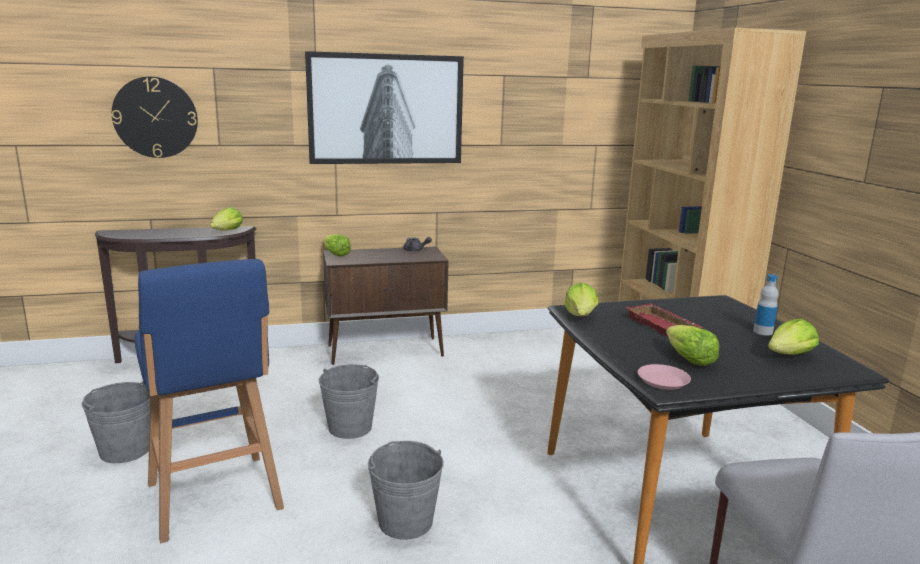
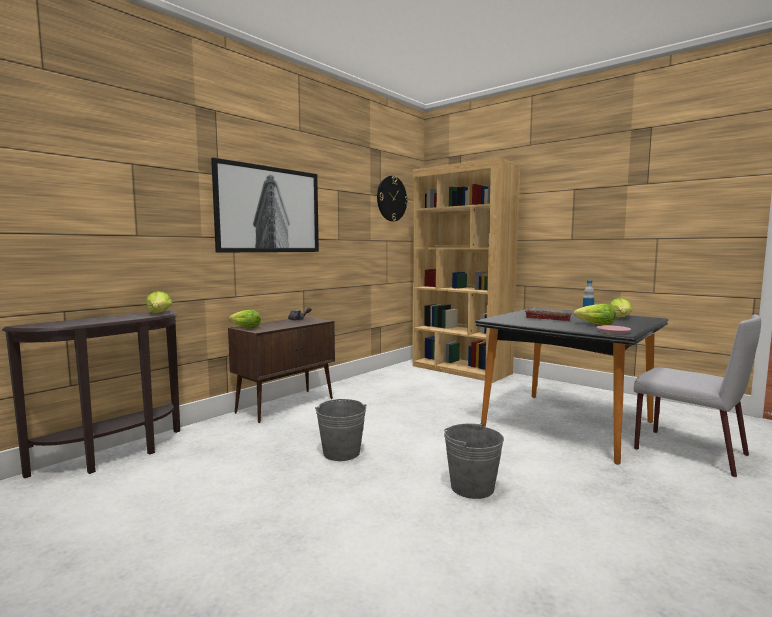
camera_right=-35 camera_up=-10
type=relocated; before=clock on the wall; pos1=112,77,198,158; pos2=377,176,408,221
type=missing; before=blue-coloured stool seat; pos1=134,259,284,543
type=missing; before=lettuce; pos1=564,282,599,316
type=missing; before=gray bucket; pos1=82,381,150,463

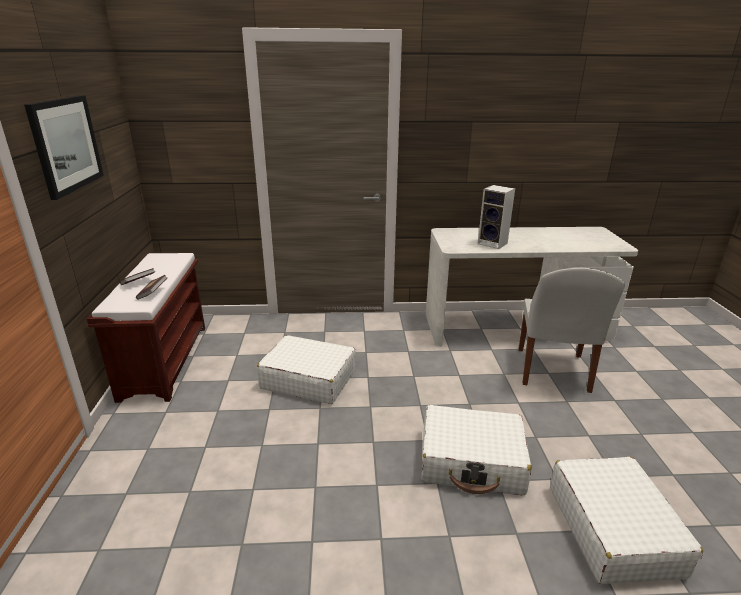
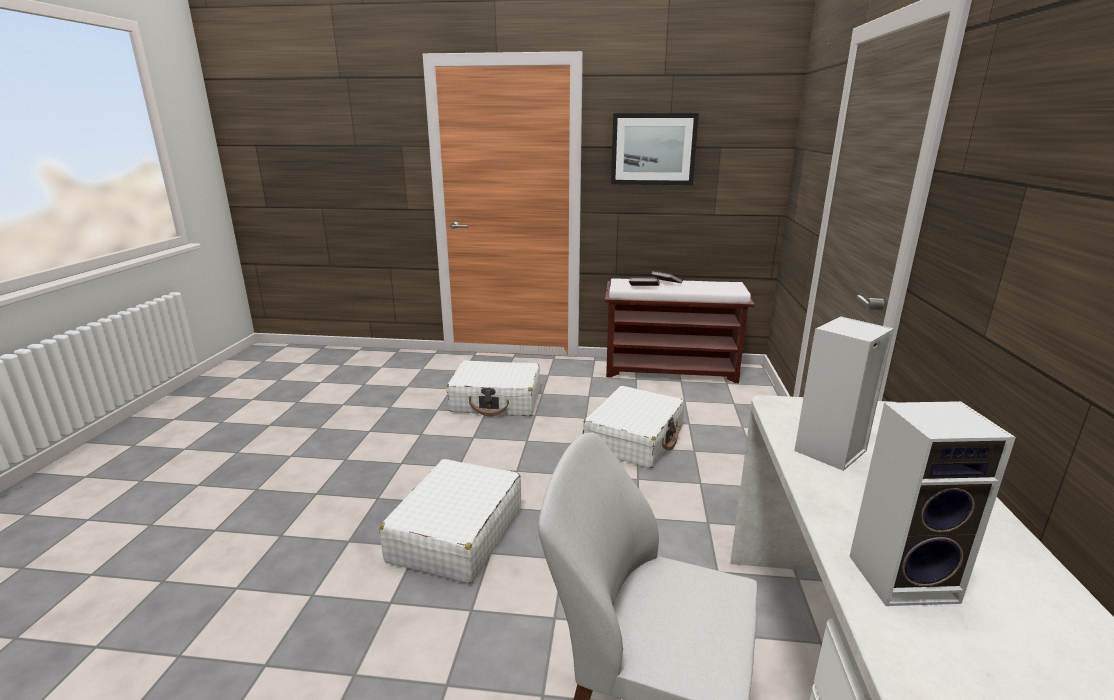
camera_right=100 camera_up=-5
type=relocated; before=whitish suitcase; pos1=550,457,703,584; pos2=447,360,540,417
type=appeared; after=audio speaker; pos2=849,401,1016,606

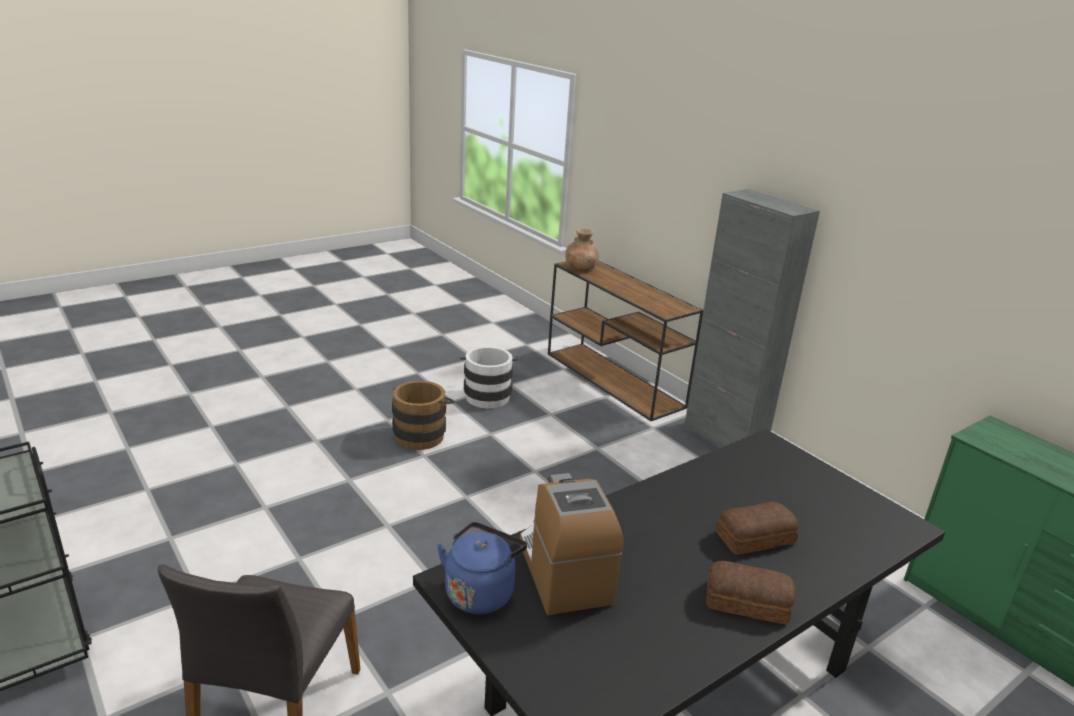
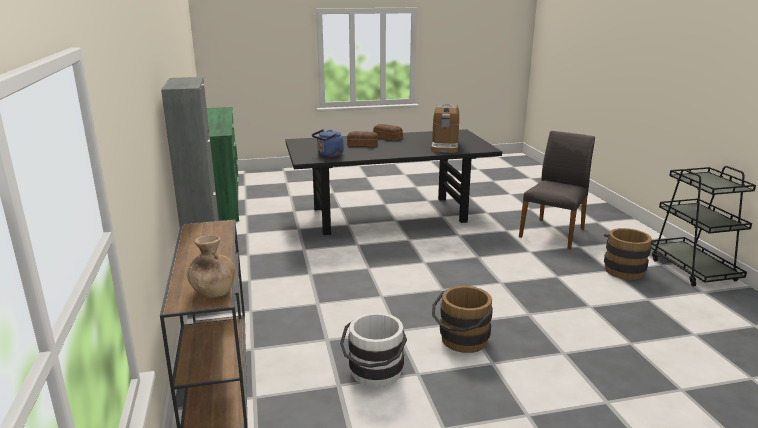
camera_right=-155 camera_up=-5
type=relocated; before=blue-coloured kettle; pos1=437,522,527,614; pos2=312,129,343,157
type=appeared; after=brown bucket; pos2=604,228,656,280

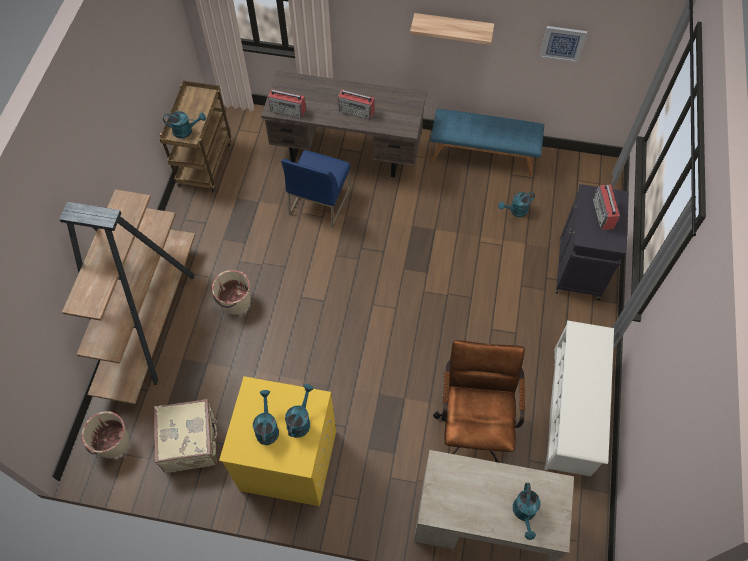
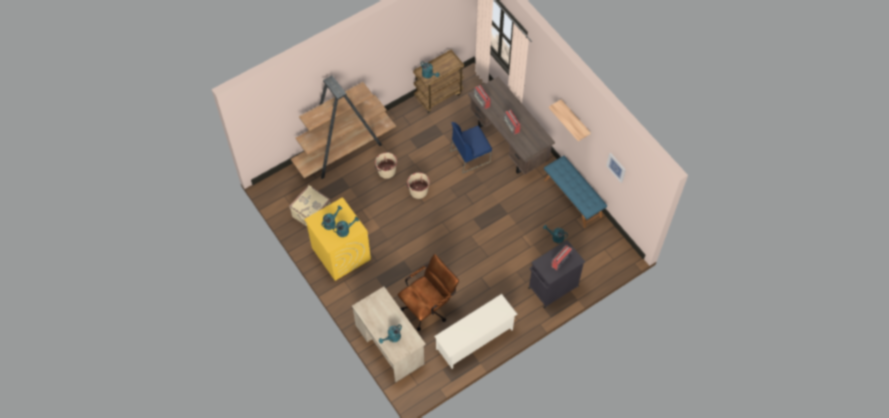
camera_right=45 camera_up=0
type=relocated; before=beige-coloured bucket; pos1=82,411,130,458; pos2=407,173,430,199

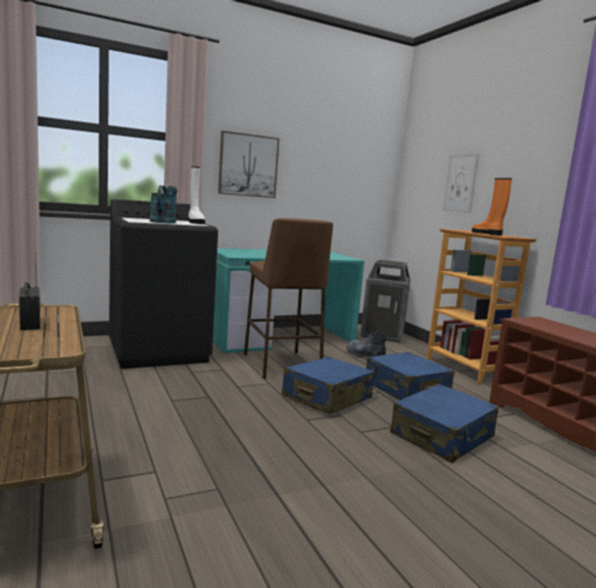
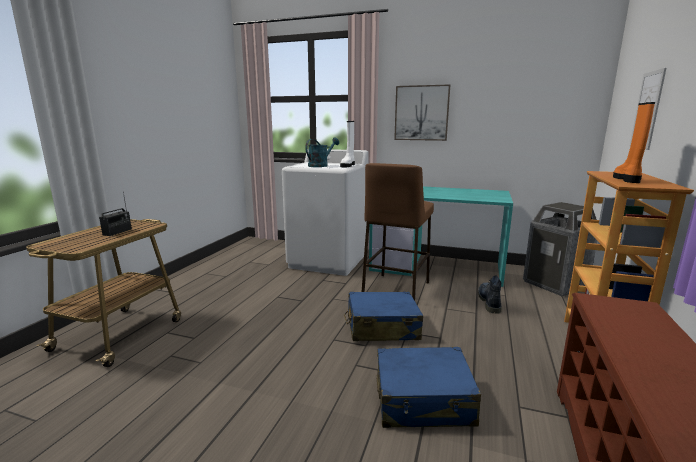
camera_right=45 camera_up=5
type=colour; before=black-coloured washing machine; after=whitish washing machine; pos1=109,199,218,369; pos2=282,149,369,276
type=missing; before=blue-coloured suitcase; pos1=366,352,454,400

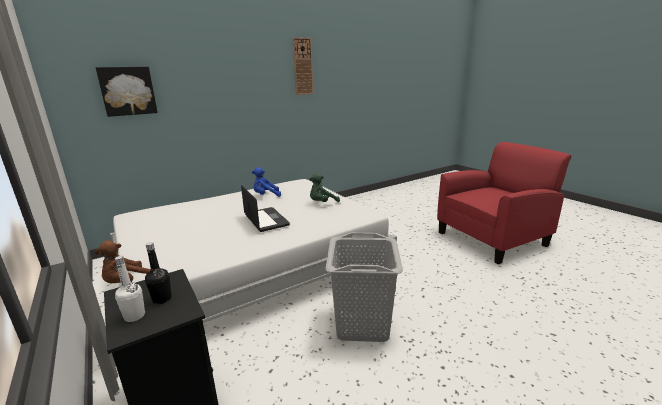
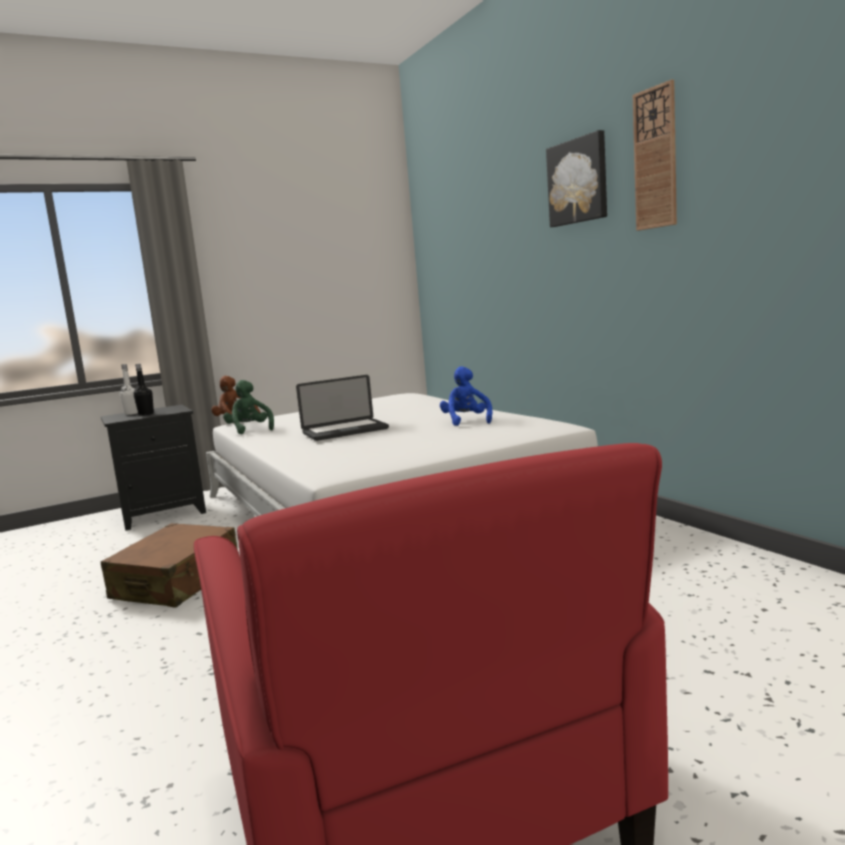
camera_right=95 camera_up=-10
type=relocated; before=picture; pos1=96,67,158,117; pos2=546,130,607,227
type=relocated; before=green plush toy; pos1=309,173,340,202; pos2=223,380,274,434
type=exchanged; before=gray laundry basket; after=brown suitcase; pos1=325,233,403,342; pos2=101,523,238,607

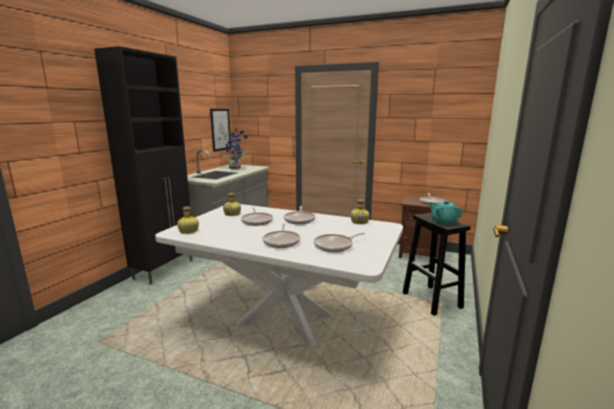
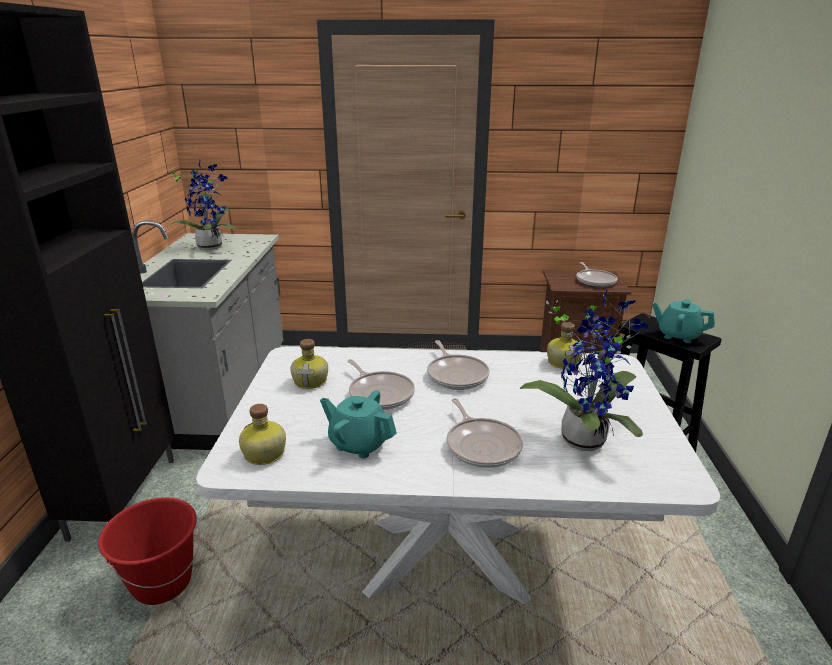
camera_right=-20 camera_up=10
type=missing; before=picture; pos1=210,109,231,152
type=exchanged; before=pan; after=houseplant; pos1=314,233,365,252; pos2=520,290,648,451
type=appeared; after=turquoise-coloured pot for tea; pos2=320,390,397,459
type=appeared; after=red bucket; pos2=98,497,200,605

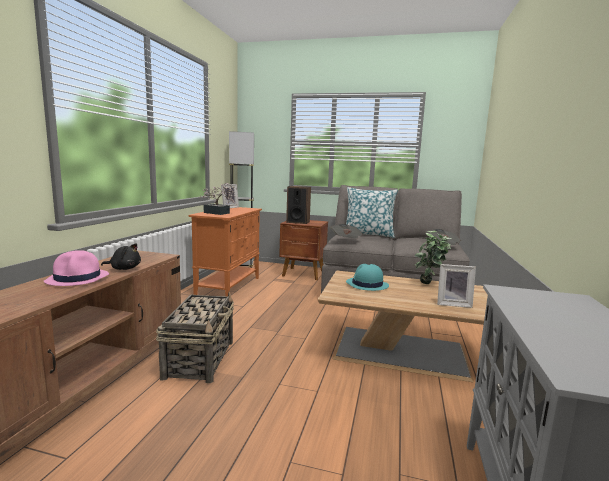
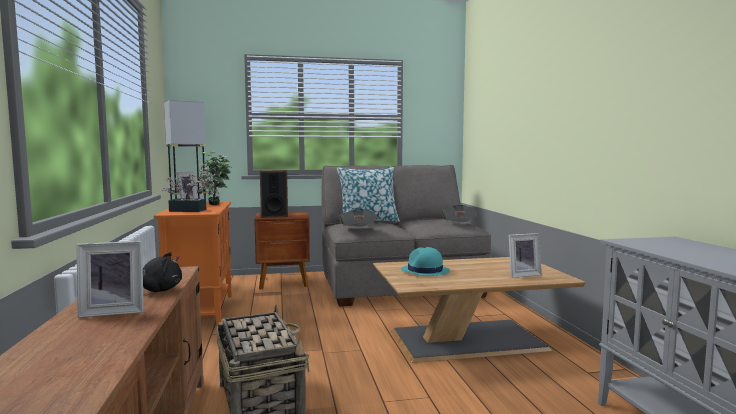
camera_right=-25 camera_up=-5
type=relocated; before=houseplant; pos1=414,231,452,284; pos2=198,152,232,205
type=exchanged; before=pink-coloured wearable hat; after=photo frame; pos1=44,250,109,286; pos2=76,241,144,318

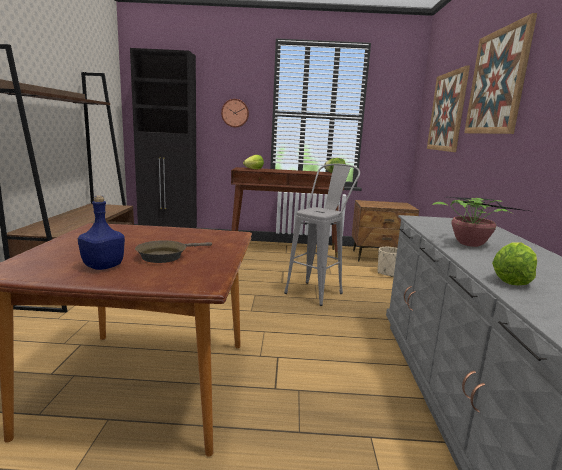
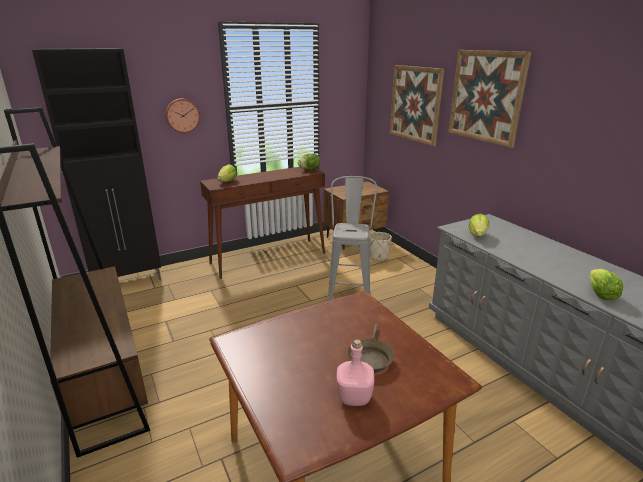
camera_right=-30 camera_up=10
type=colour; before=blue-coloured drink bottle; after=pink-coloured drink bottle; pos1=78,195,125,270; pos2=336,339,374,406
type=missing; before=houseplant; pos1=432,196,527,247
type=appeared; after=lettuce; pos2=468,214,489,237

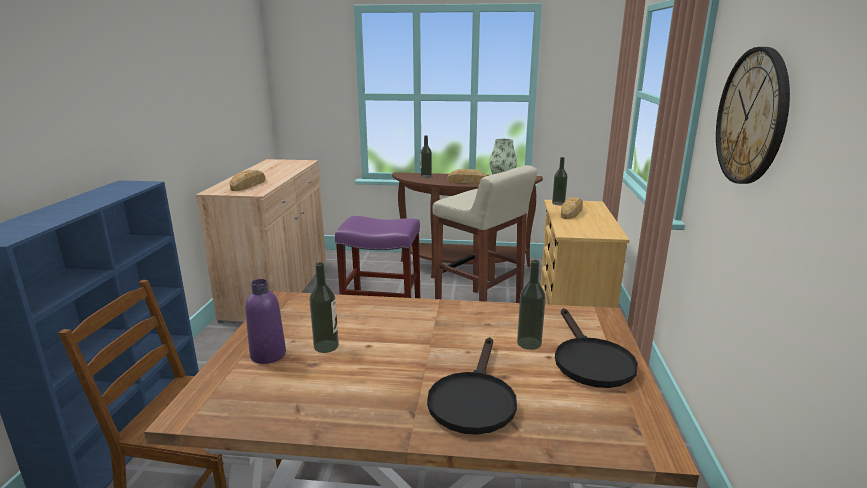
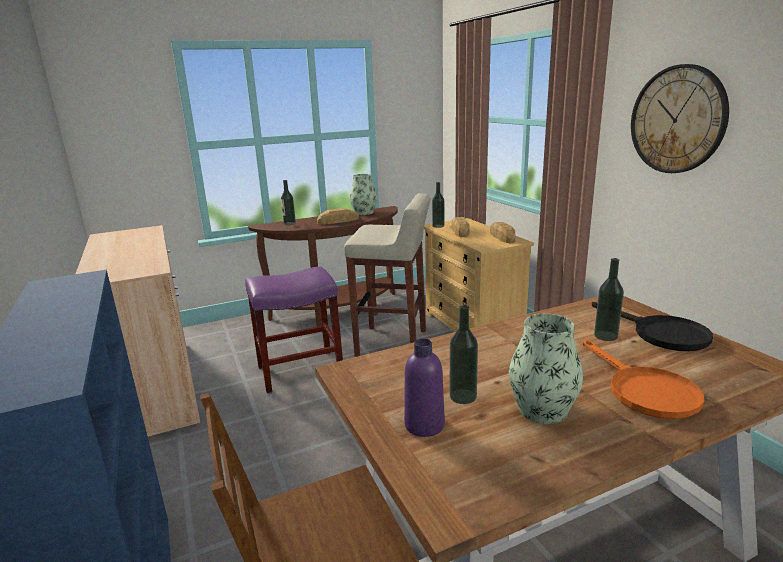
camera_right=-30 camera_up=0
type=relocated; before=bakery bread; pos1=230,170,265,191; pos2=490,222,515,243
type=colour; before=black-coloured pan; after=orangey pan; pos1=427,337,517,435; pos2=583,339,704,419
type=appeared; after=vase; pos2=509,313,583,424

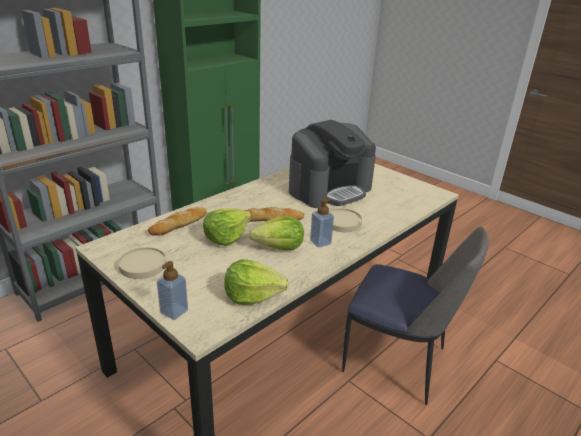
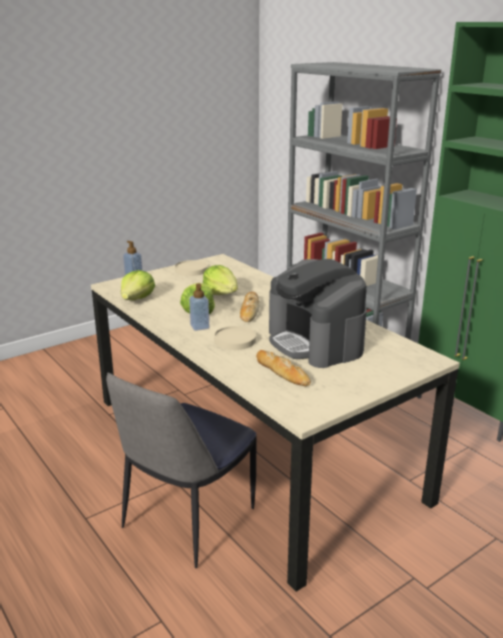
camera_right=100 camera_up=-5
type=relocated; before=bakery bread; pos1=148,207,207,236; pos2=256,350,311,386

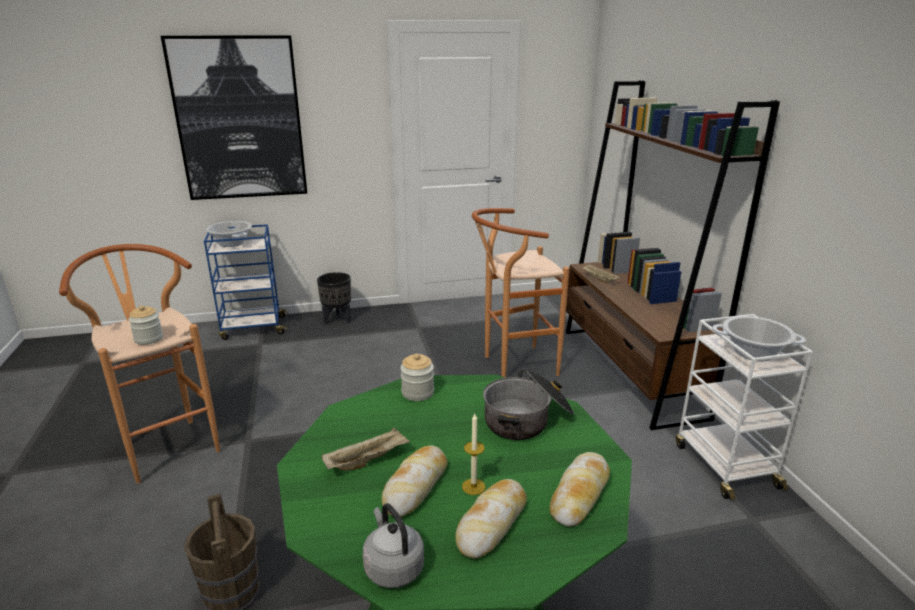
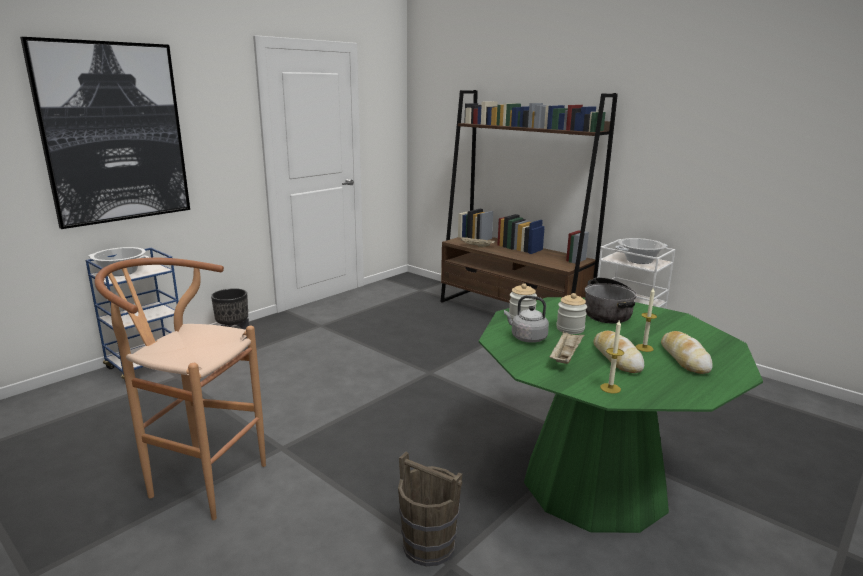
camera_right=-35 camera_up=-5
type=missing; before=brown stool seat; pos1=472,208,569,378
type=relocated; before=storage jar; pos1=129,305,163,345; pos2=556,293,587,334
type=missing; before=bakery bread; pos1=550,452,610,527
type=relocated; before=gray kettle; pos1=363,504,424,588; pos2=504,295,549,343
type=appeared; after=wax candle; pos2=600,320,624,394

